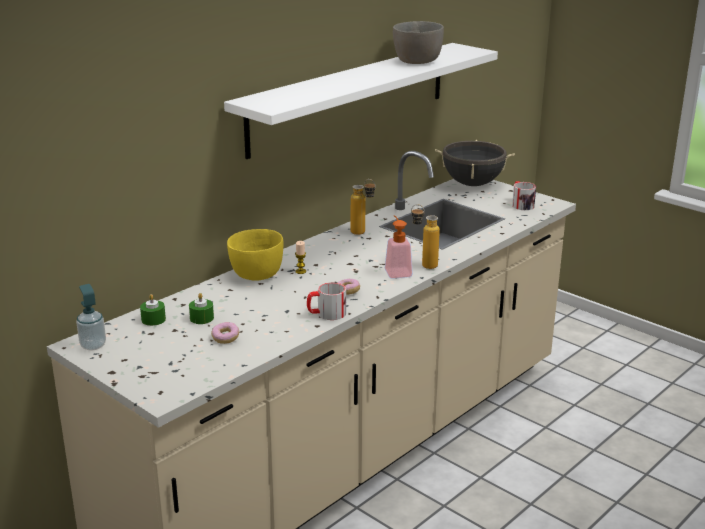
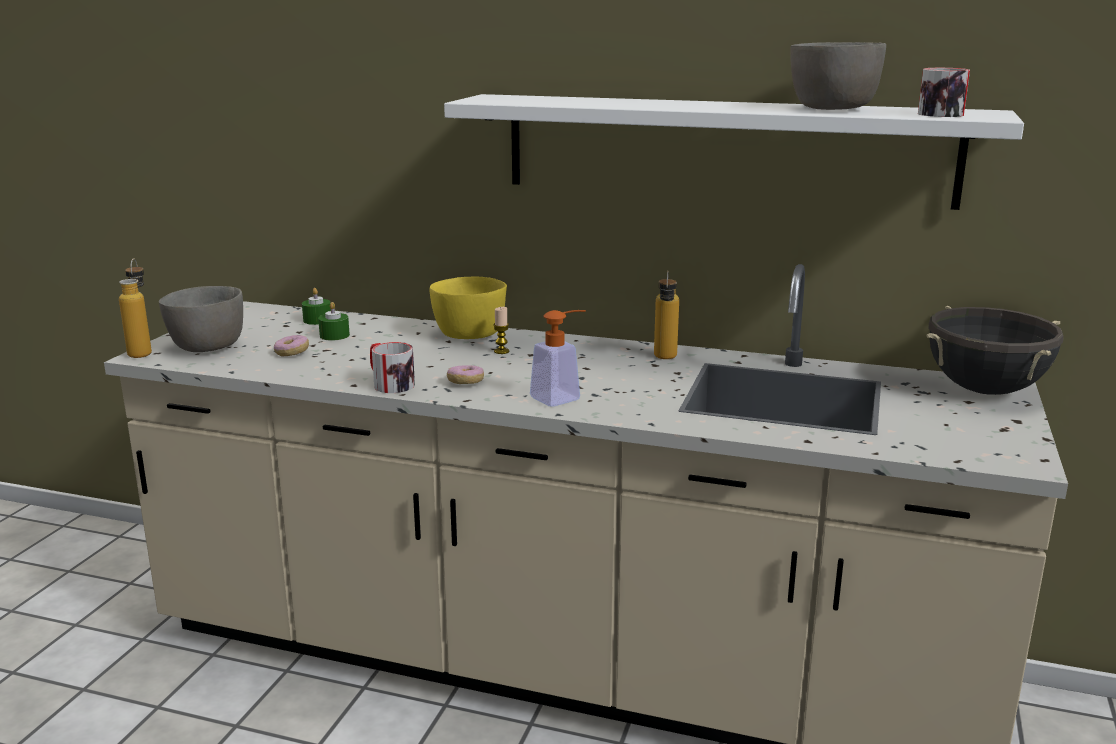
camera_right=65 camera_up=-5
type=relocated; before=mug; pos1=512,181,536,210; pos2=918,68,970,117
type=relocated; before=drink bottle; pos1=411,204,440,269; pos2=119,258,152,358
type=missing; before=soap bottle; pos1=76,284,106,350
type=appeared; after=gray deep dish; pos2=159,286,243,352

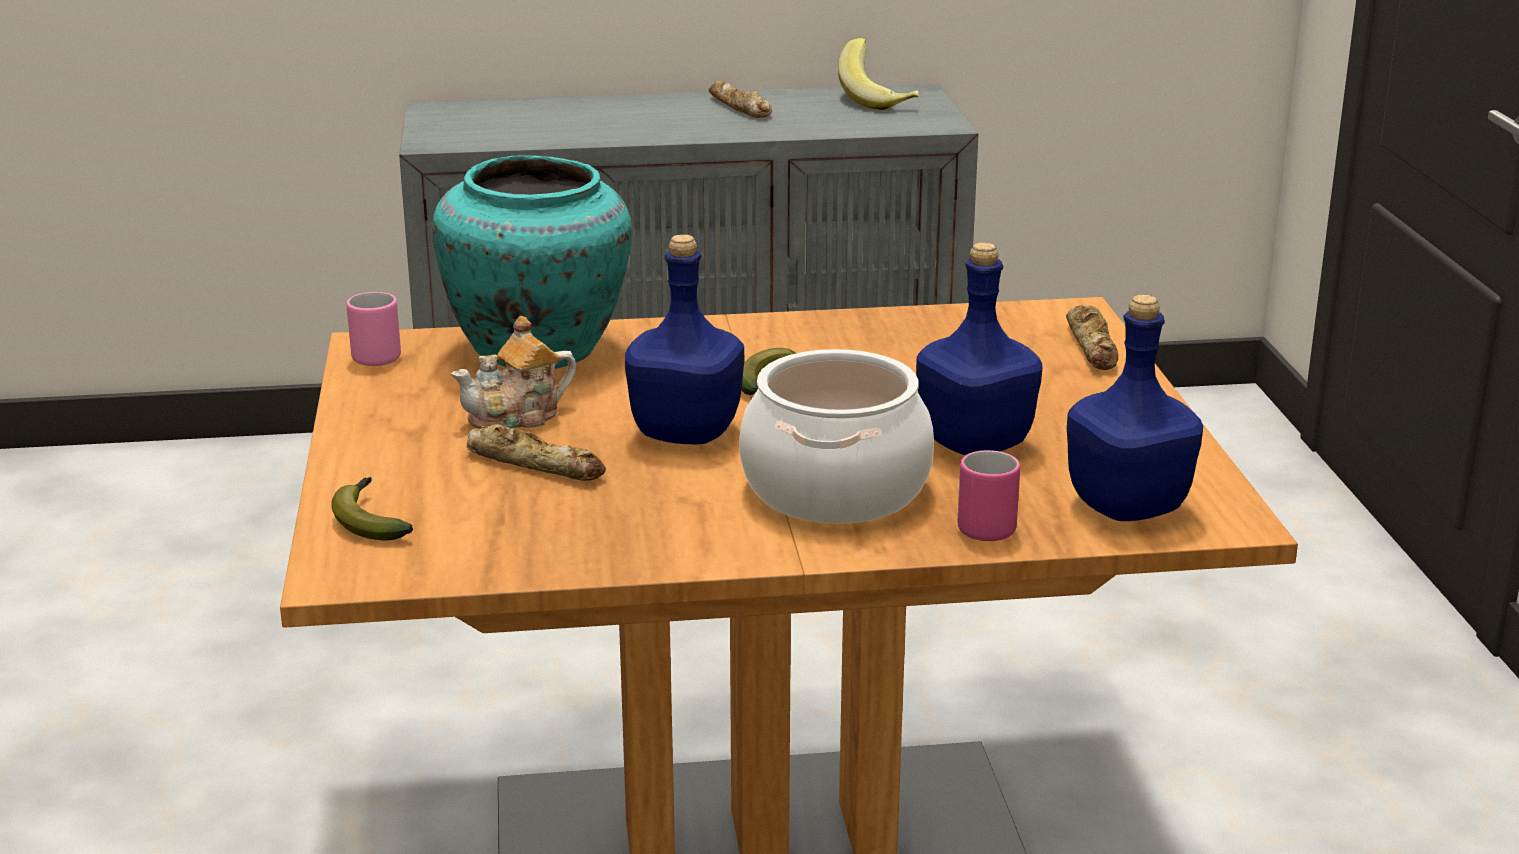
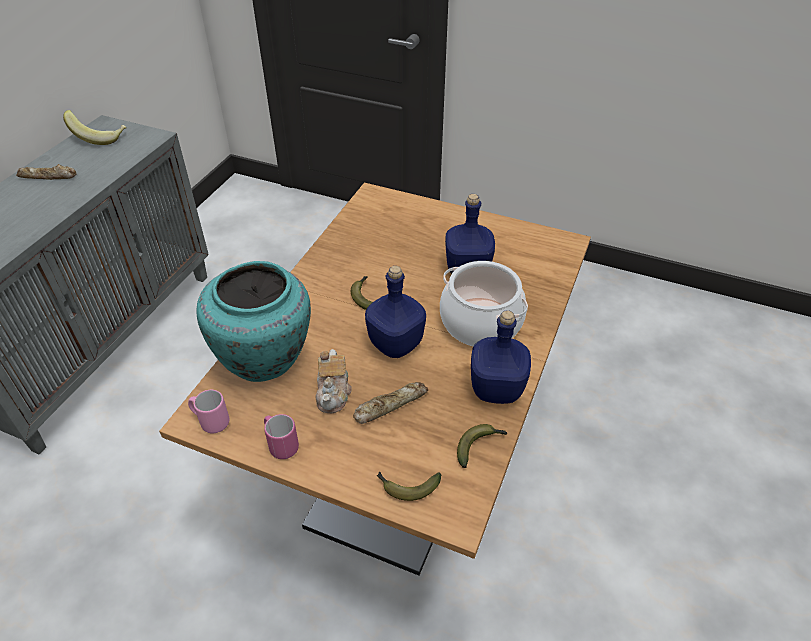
camera_right=-60 camera_up=20
type=relocated; before=blue-coloured drink bottle; pos1=1067,295,1203,521; pos2=471,310,531,404
type=missing; before=bakery bread; pos1=1066,305,1118,370
type=relocated; before=pink-coloured mug; pos1=957,450,1020,541; pos2=264,414,299,459
type=appeared; after=whole banana; pos2=457,424,507,468

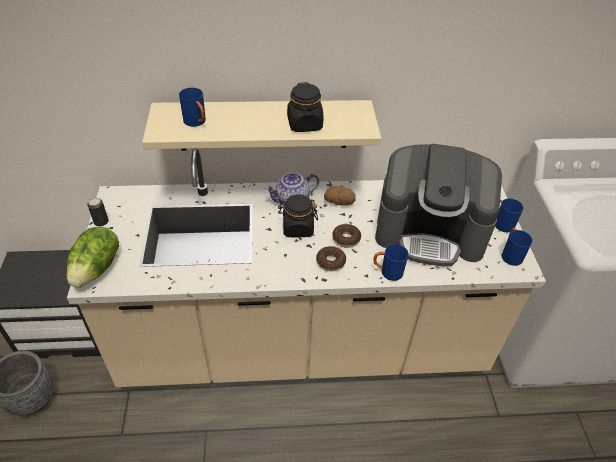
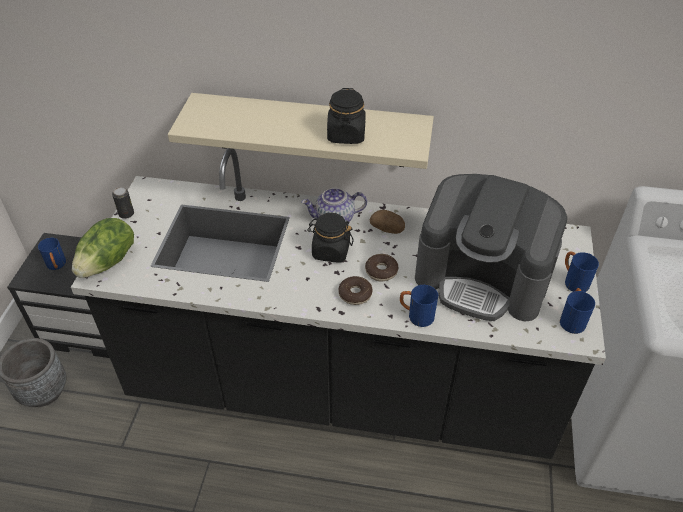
camera_right=15 camera_up=0
type=relocated; before=blue-coloured mug; pos1=179,88,206,127; pos2=38,238,66,270
type=colour; before=beige-coloured counter; after=black-coloured counter; pos1=67,148,546,387; pos2=71,148,606,459

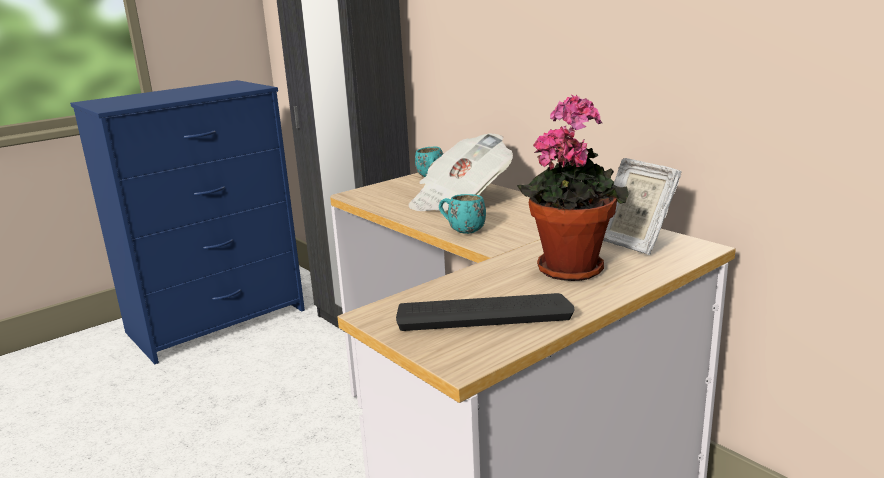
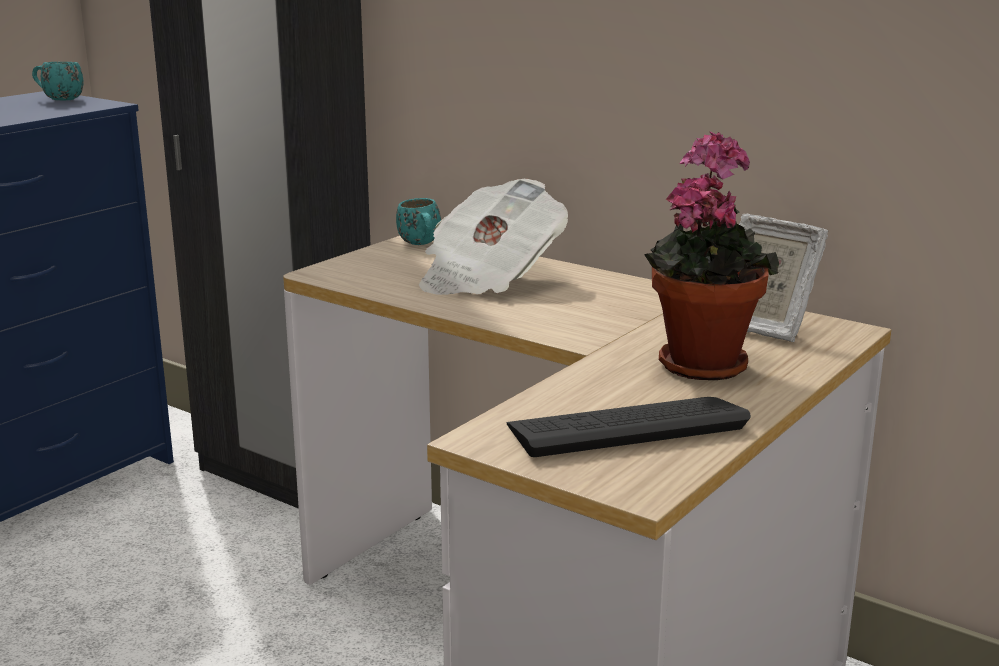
camera_right=-15 camera_up=0
type=relocated; before=turquoise-coloured mug; pos1=439,194,486,234; pos2=32,62,83,100

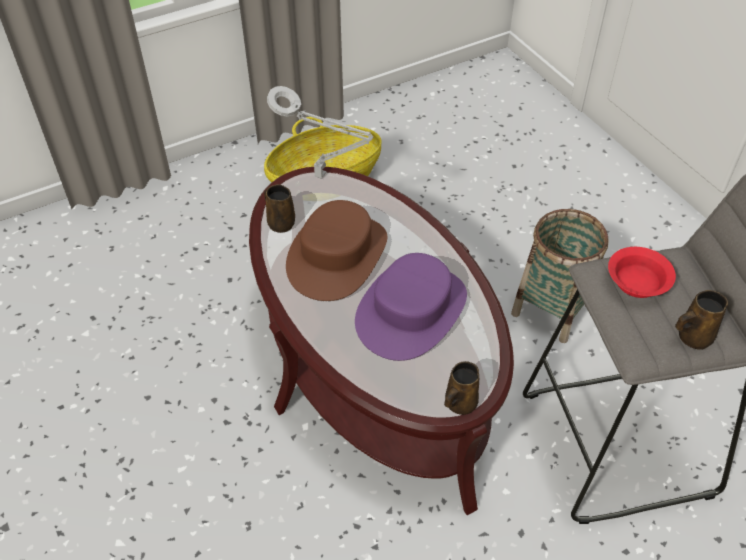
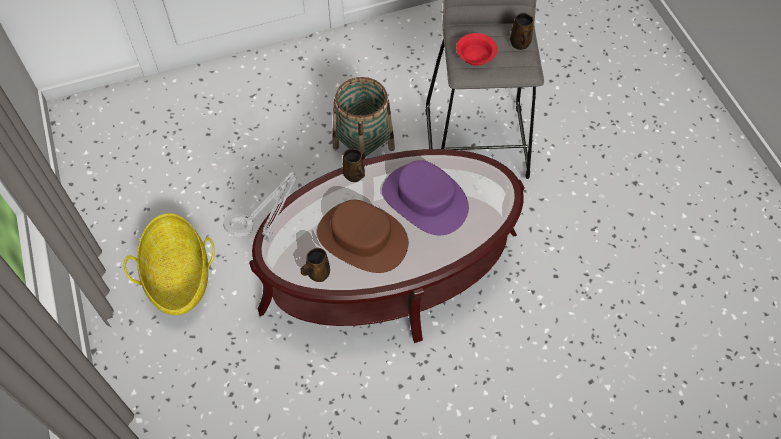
camera_right=-80 camera_up=10
type=relocated; before=brown mug; pos1=444,361,479,415; pos2=343,148,365,182

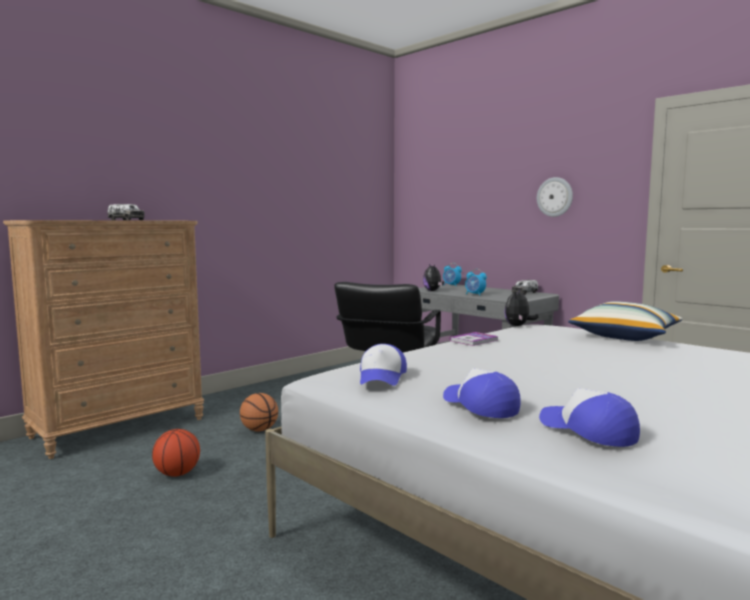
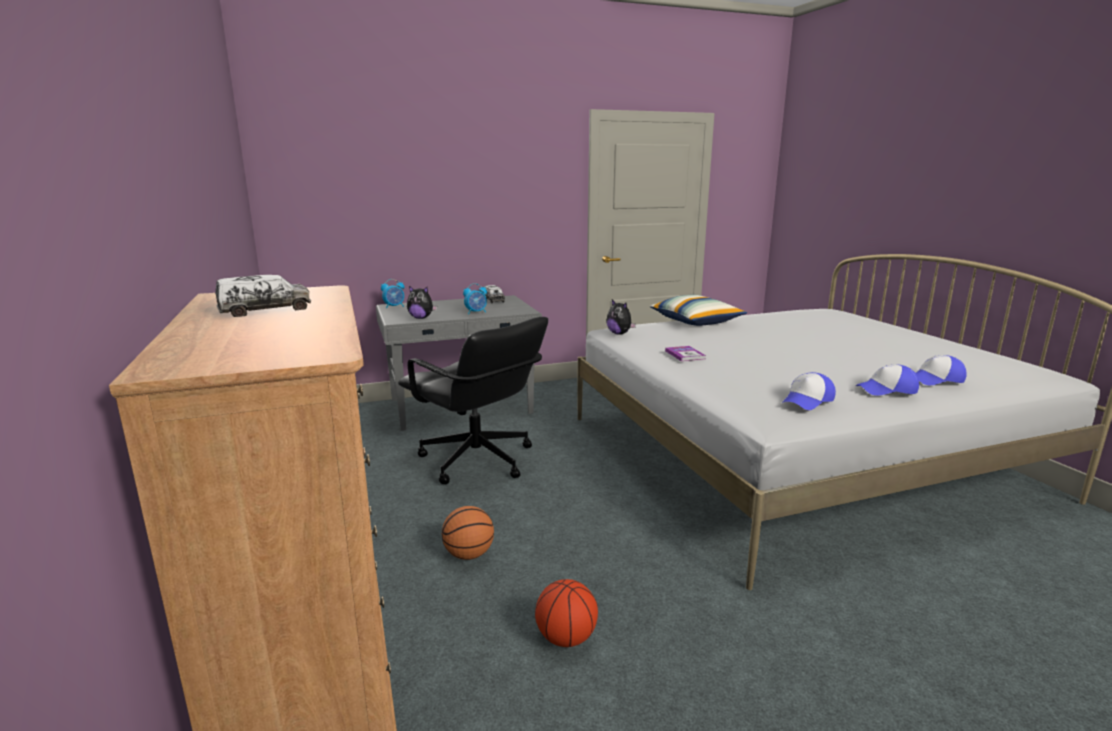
camera_right=-65 camera_up=10
type=missing; before=clock on the wall; pos1=537,177,573,217
type=spun; before=baseball cap; pos1=360,344,407,386; pos2=782,372,836,410; turn=105

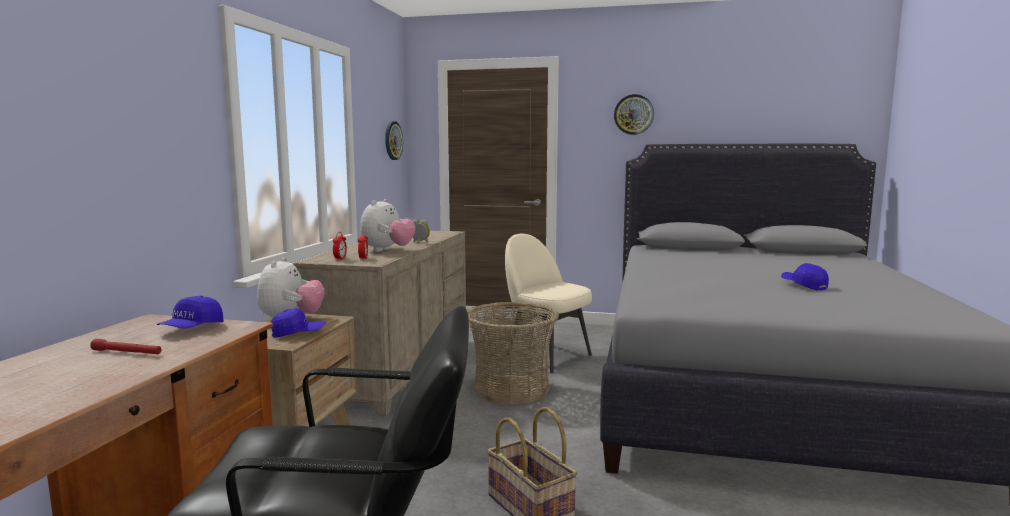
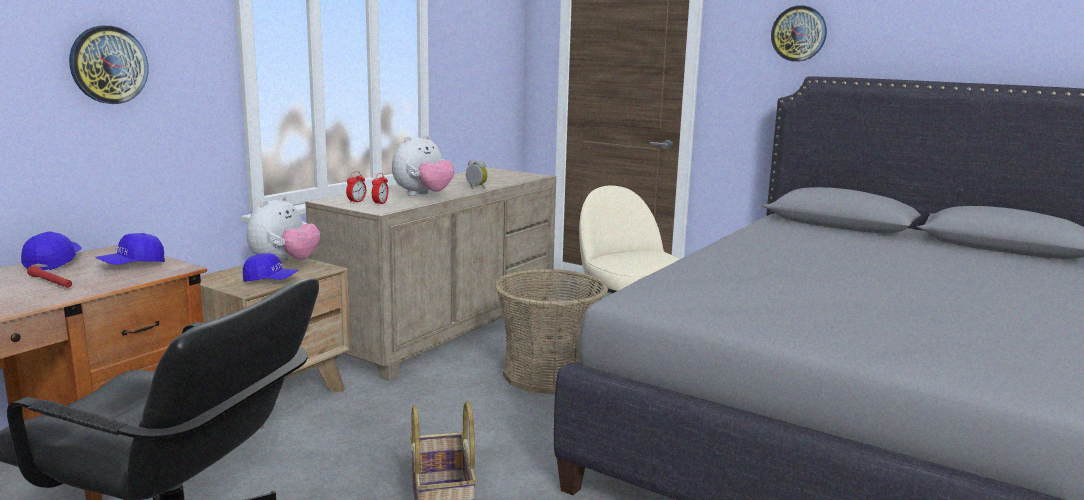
camera_right=20 camera_up=5
type=relocated; before=clock on the wall; pos1=385,121,403,160; pos2=69,26,148,104
type=relocated; before=blue-coloured baseball cap; pos1=781,263,829,291; pos2=21,232,82,270

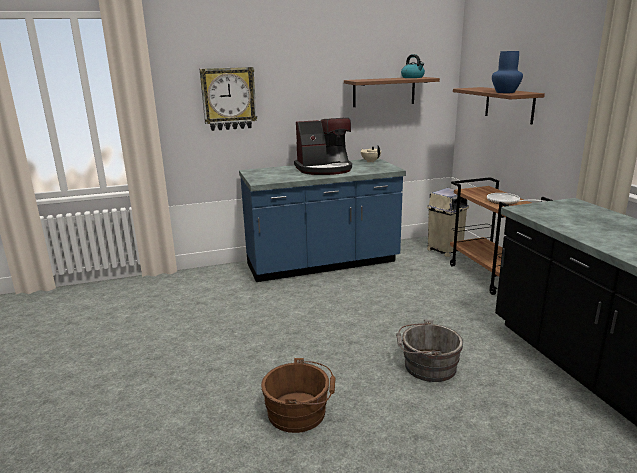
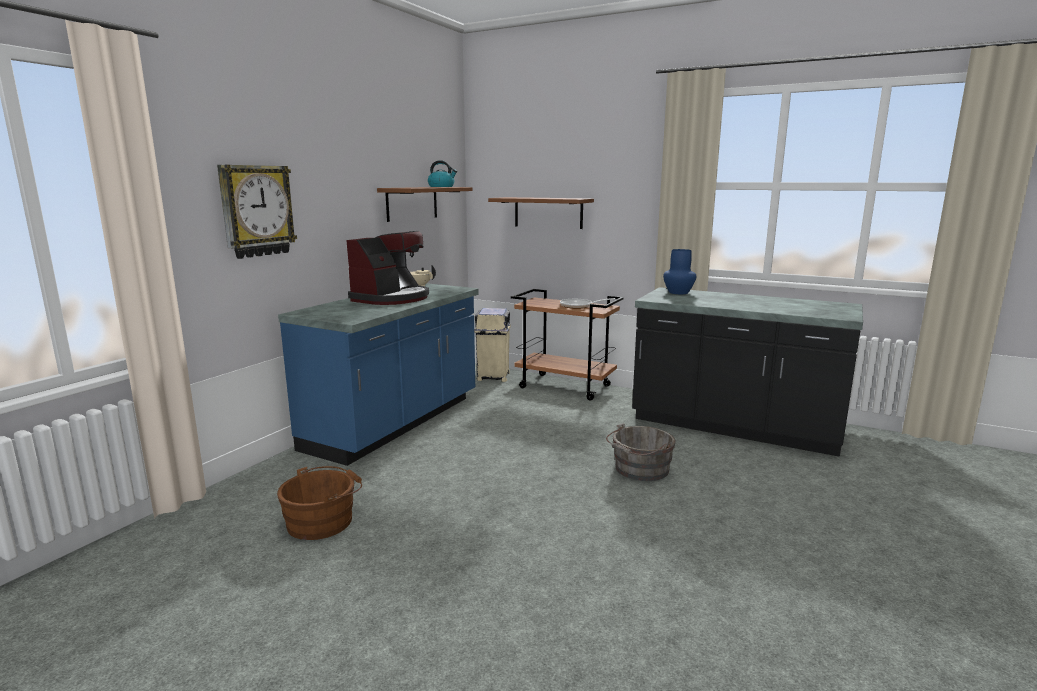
camera_right=-45 camera_up=-5
type=relocated; before=blue-coloured vase; pos1=492,51,523,93; pos2=663,249,696,294
type=relocated; before=brown bucket; pos1=261,358,336,433; pos2=277,466,362,540

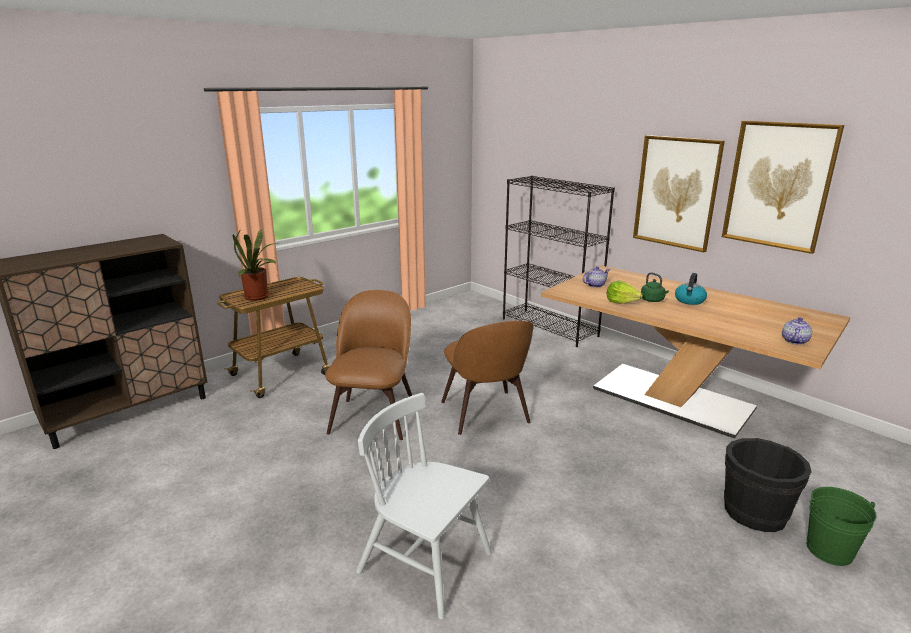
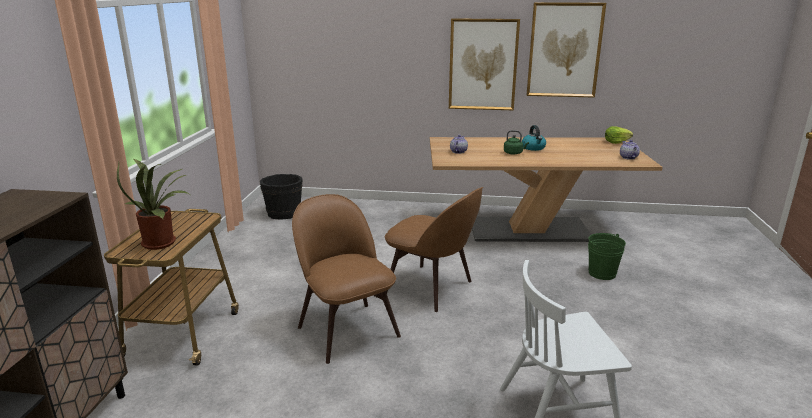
camera_right=-40 camera_up=0
type=missing; before=black-coloured bookshelf; pos1=503,176,615,347
type=relocated; before=lettuce; pos1=606,280,643,304; pos2=605,126,633,144
type=relocated; before=black-coloured bucket; pos1=724,438,812,532; pos2=260,174,302,219
type=relocated; before=green bucket; pos1=807,487,877,566; pos2=588,233,626,280

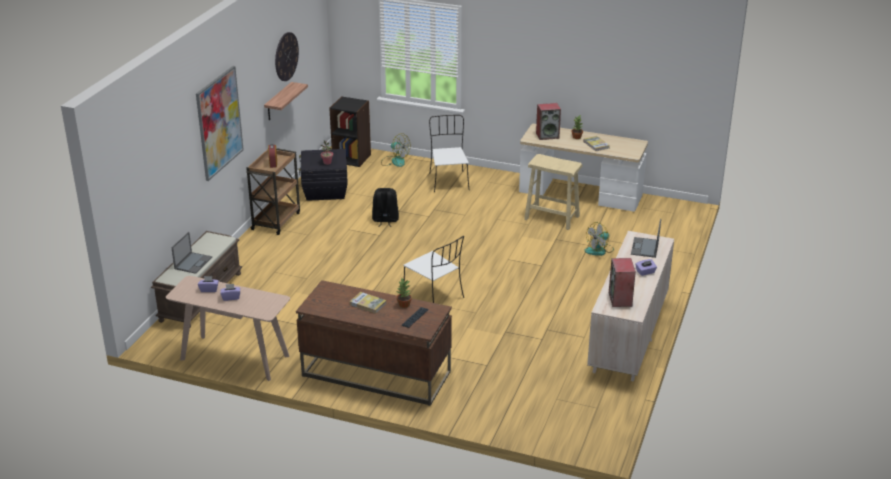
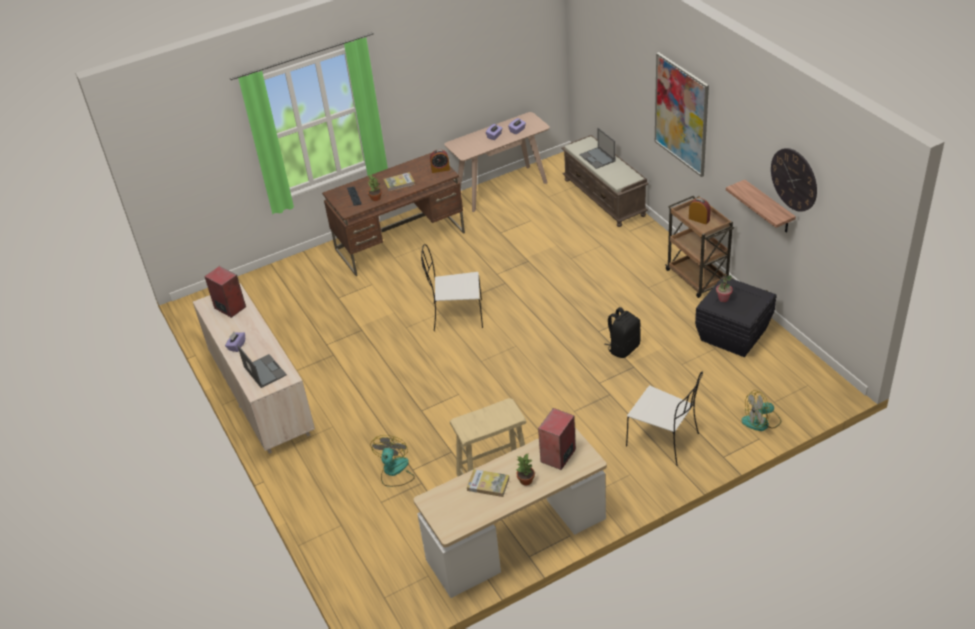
camera_right=135 camera_up=10
type=missing; before=black-coloured bookshelf; pos1=329,96,371,167
type=appeared; after=bedside clock; pos2=430,149,450,173

